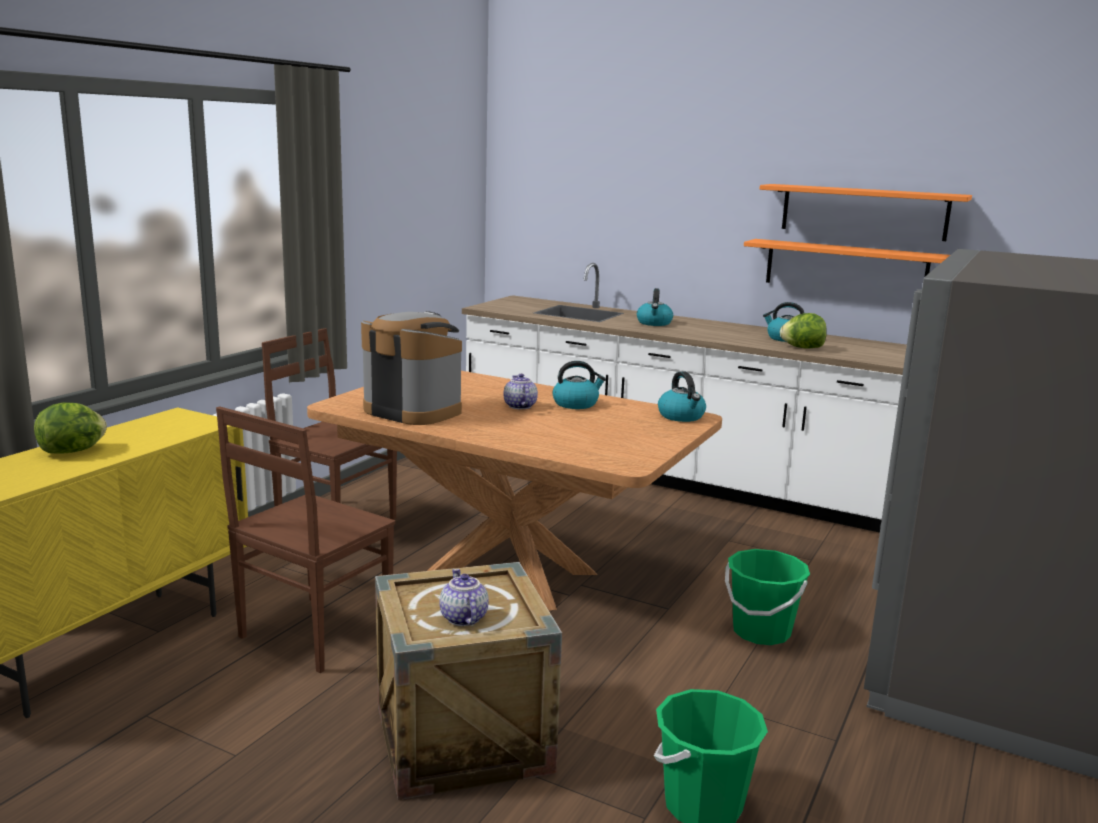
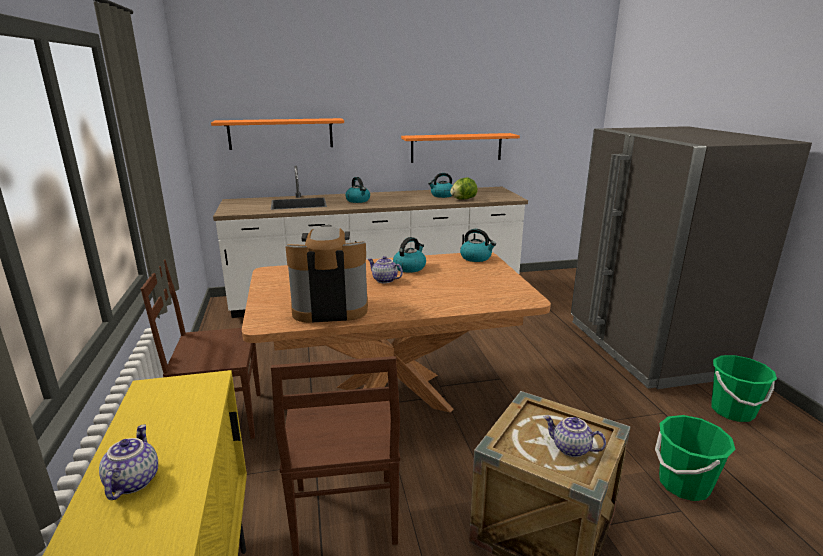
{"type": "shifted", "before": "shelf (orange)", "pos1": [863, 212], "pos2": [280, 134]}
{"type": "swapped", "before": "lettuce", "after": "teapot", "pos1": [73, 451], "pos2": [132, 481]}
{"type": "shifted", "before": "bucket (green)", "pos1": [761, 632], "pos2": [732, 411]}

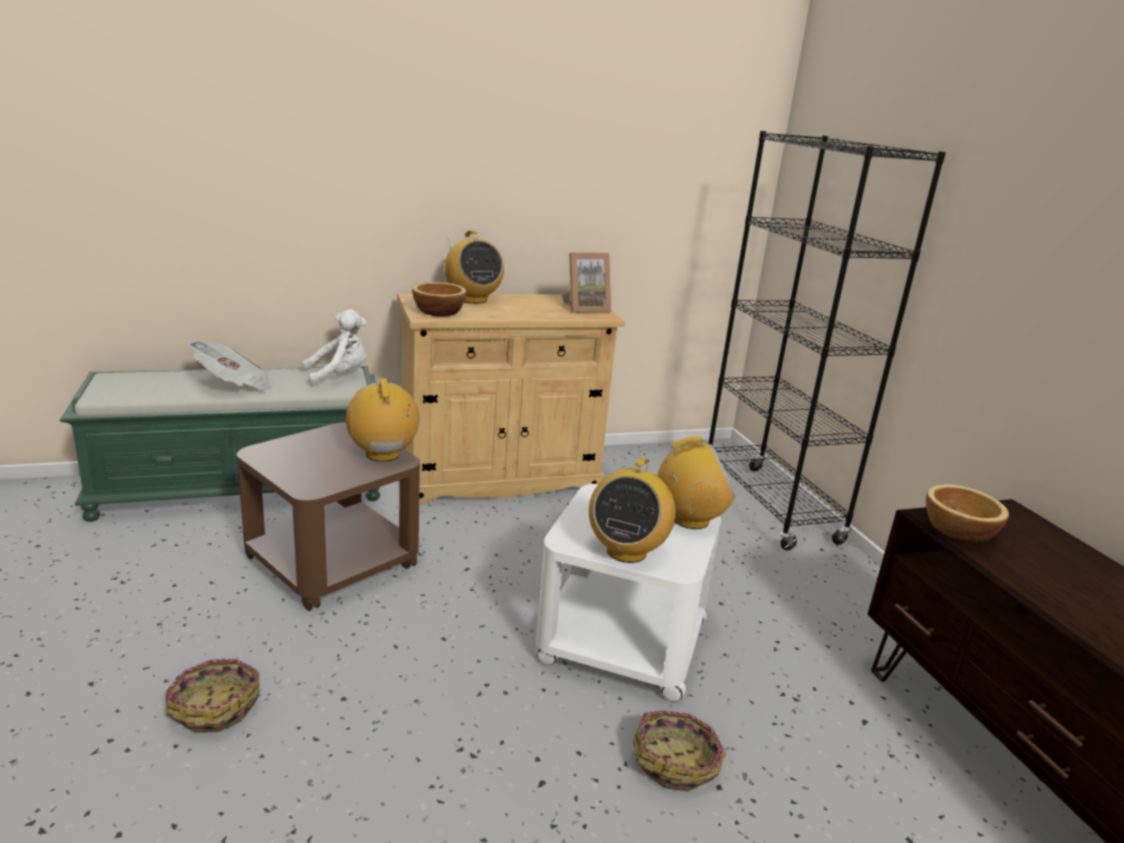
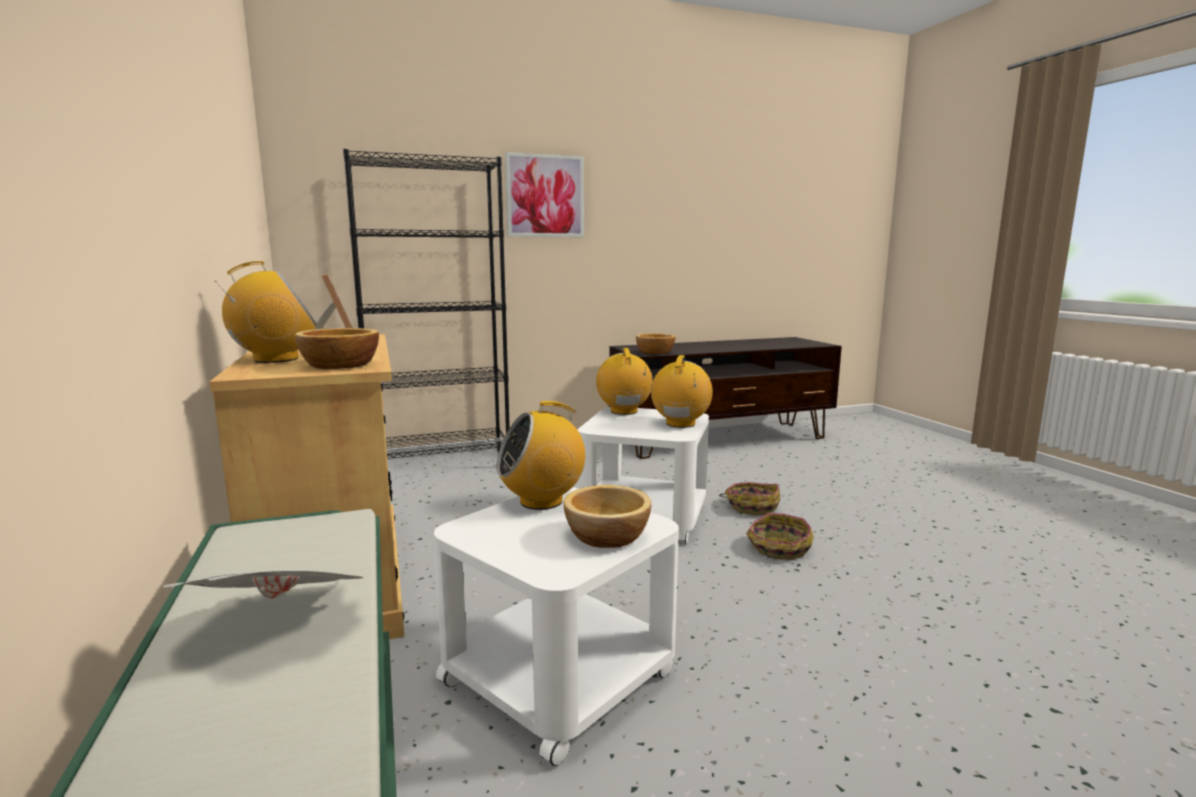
{"type": "gone", "before": "plush toy (white)", "pos1": [339, 376]}
{"type": "repainted", "before": "side table (brown)", "after": "side table (white)", "pos1": [333, 563], "pos2": [559, 676]}
{"type": "rotated", "before": "radio", "pos1": [626, 551], "pos2": [680, 424], "turn": -90}
{"type": "shifted", "before": "basket", "pos1": [215, 706], "pos2": [778, 548]}
{"type": "new", "after": "picture", "pos2": [545, 196]}
{"type": "new", "after": "bowl", "pos2": [608, 536]}

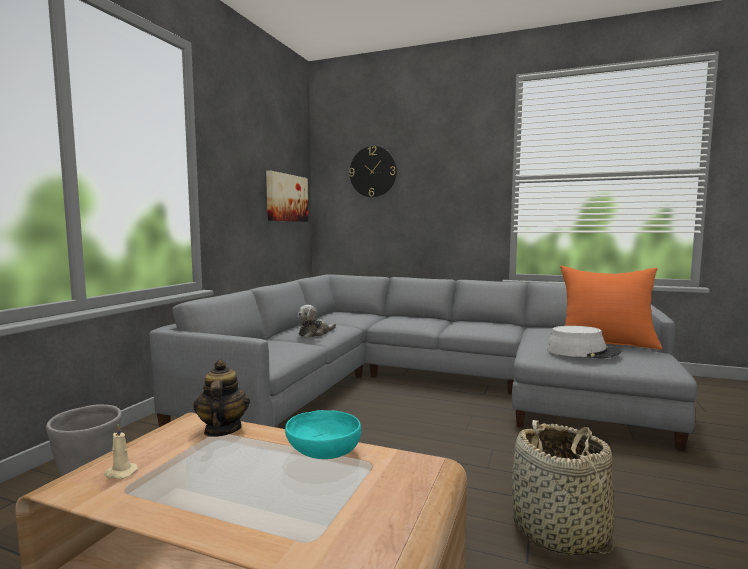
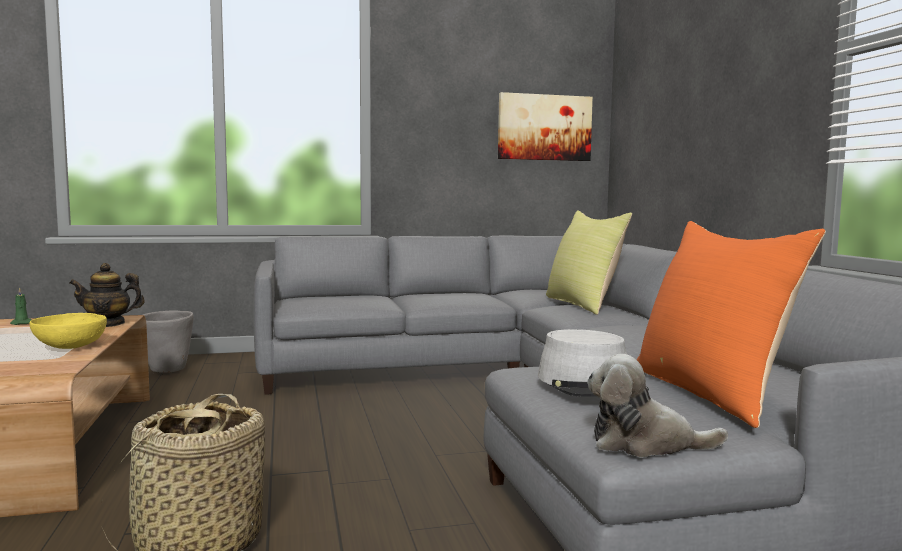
{"type": "gone", "before": "wall clock", "pos1": [373, 172]}
{"type": "shifted", "before": "plush toy", "pos1": [315, 333], "pos2": [644, 444]}
{"type": "rotated", "before": "teapot", "pos1": [222, 430], "pos2": [108, 324], "turn": -150}
{"type": "repainted", "before": "bowl (turquoise)", "after": "bowl (yellow)", "pos1": [322, 454], "pos2": [70, 346]}
{"type": "repainted", "before": "candle (beige)", "after": "candle (green)", "pos1": [120, 473], "pos2": [22, 323]}
{"type": "new", "after": "pillow (yellow)", "pos2": [584, 305]}

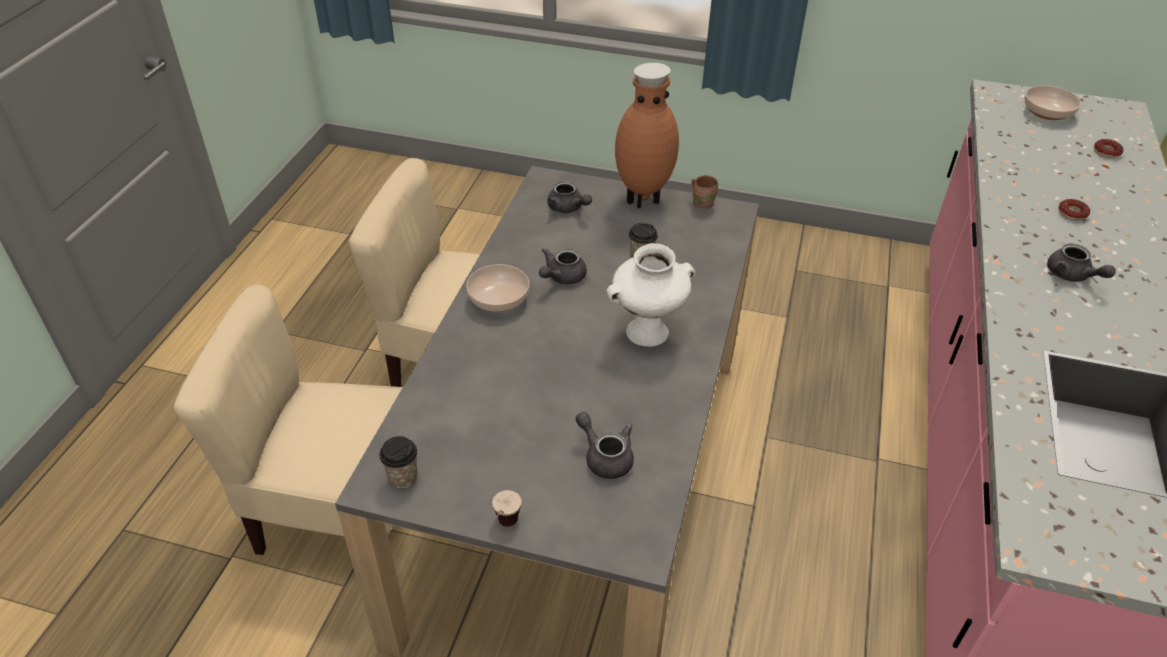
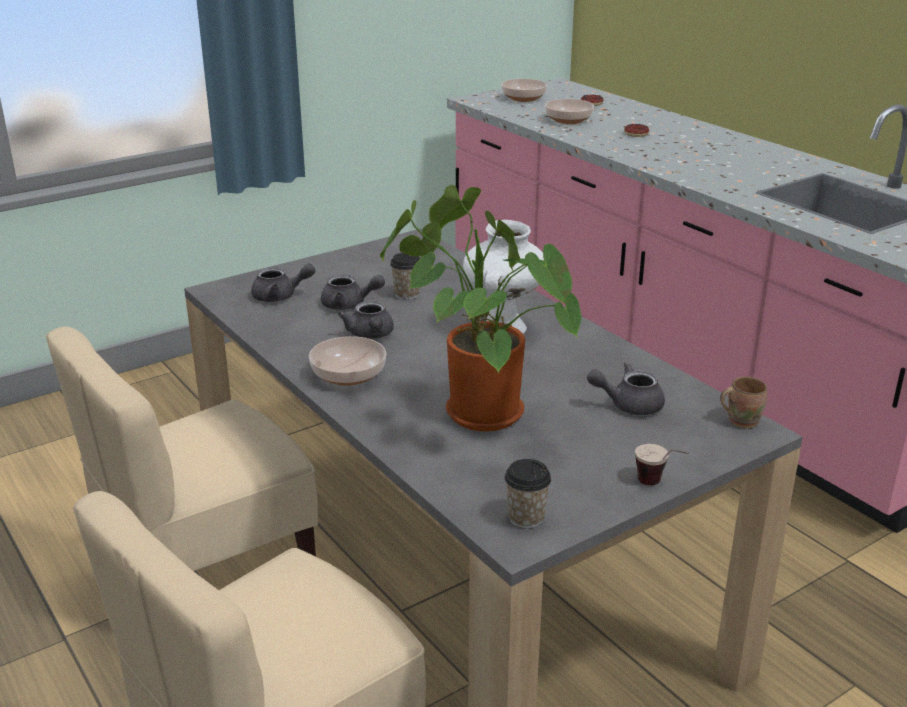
{"type": "gone", "before": "vase (brown)", "pos1": [642, 198]}
{"type": "shifted", "before": "mug (brown)", "pos1": [702, 203], "pos2": [741, 420]}
{"type": "shifted", "before": "teapot (grey)", "pos1": [1072, 276], "pos2": [349, 305]}
{"type": "new", "after": "bowl", "pos2": [569, 120]}
{"type": "new", "after": "potted plant", "pos2": [475, 412]}

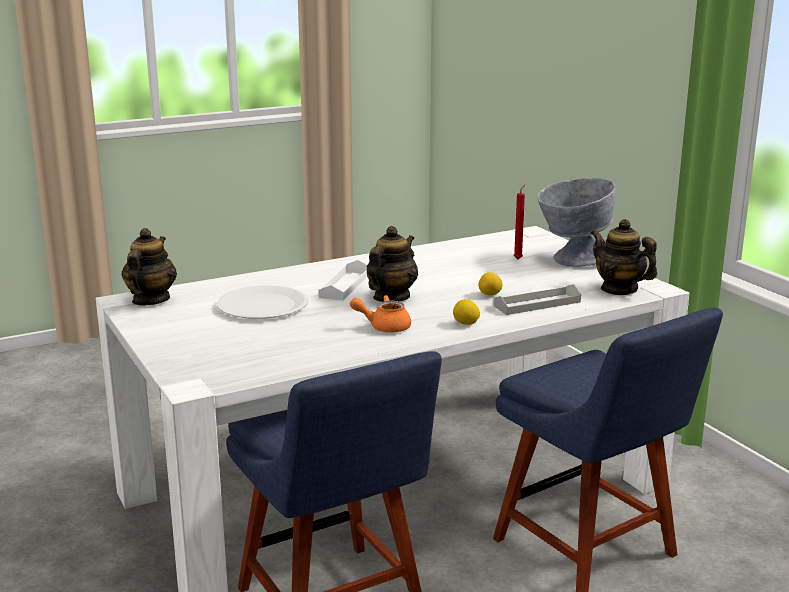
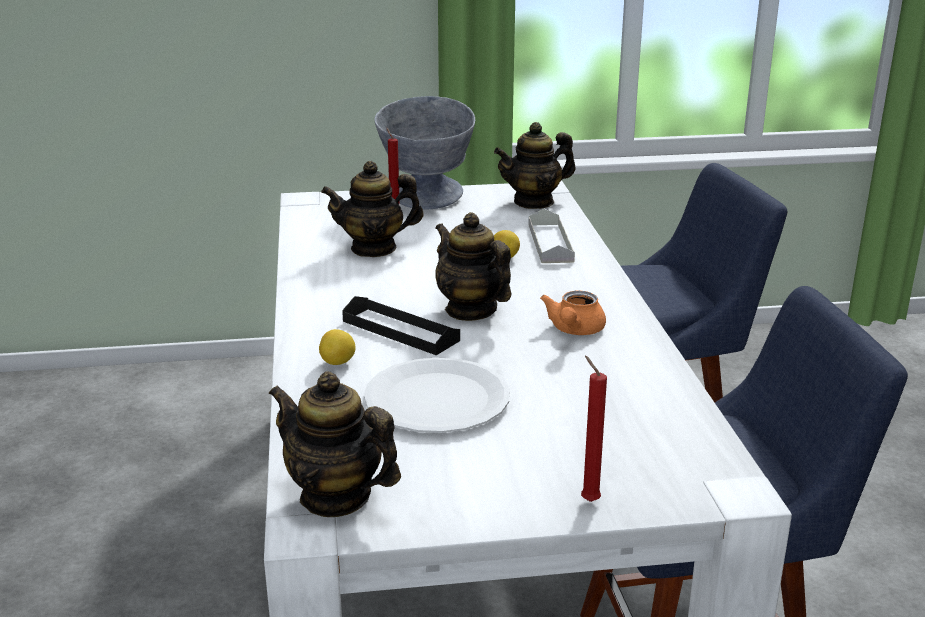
{"type": "repainted", "before": "tray (white)", "after": "tray (black)", "pos1": [345, 285], "pos2": [400, 331]}
{"type": "shifted", "before": "lemon", "pos1": [466, 324], "pos2": [338, 363]}
{"type": "new", "after": "teapot", "pos2": [374, 248]}
{"type": "new", "after": "candle (red)", "pos2": [588, 500]}

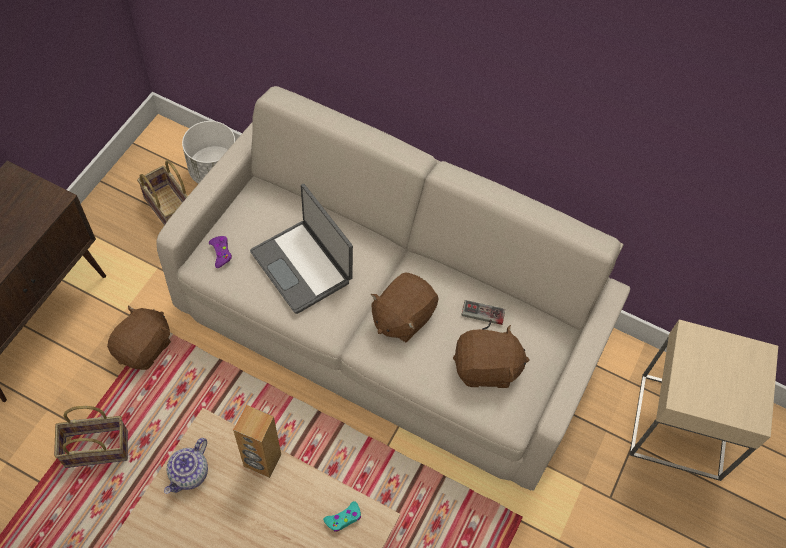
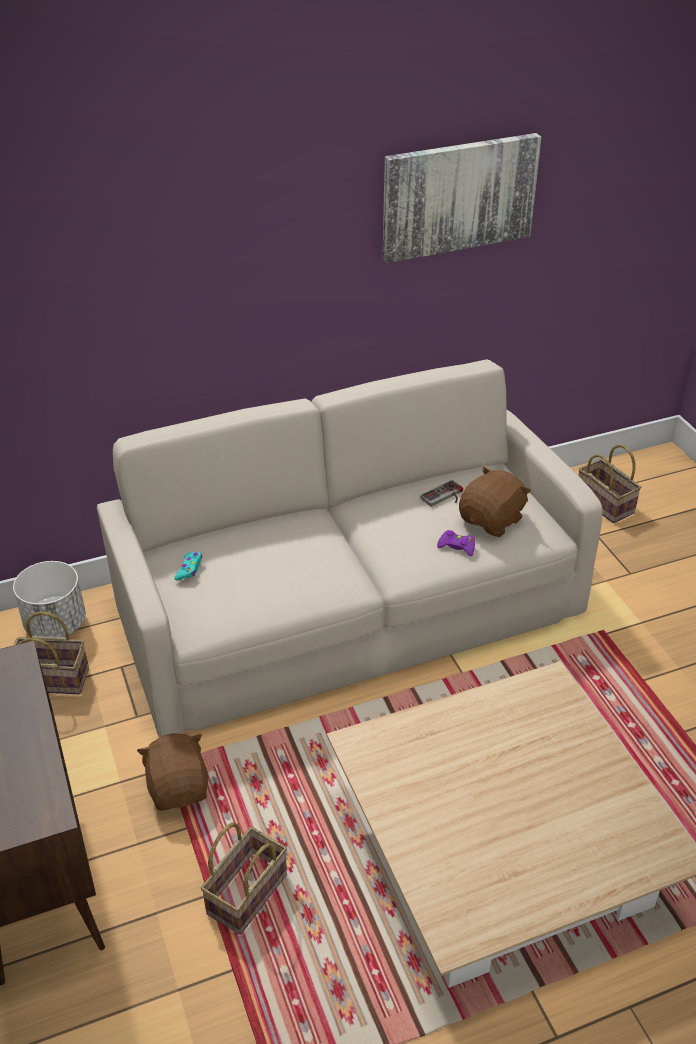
{"type": "gone", "before": "laptop", "pos1": [303, 266]}
{"type": "shifted", "before": "game controller (purple)", "pos1": [221, 253], "pos2": [457, 546]}
{"type": "gone", "before": "plush toy (brown)", "pos1": [402, 317]}
{"type": "swapped", "before": "side table (beige)", "after": "basket", "pos1": [680, 426], "pos2": [606, 504]}
{"type": "gone", "before": "speaker (brown)", "pos1": [262, 461]}
{"type": "gone", "before": "teapot", "pos1": [189, 474]}
{"type": "shifted", "before": "game controller (turquoise)", "pos1": [343, 518], "pos2": [189, 569]}
{"type": "new", "after": "picture", "pos2": [458, 196]}

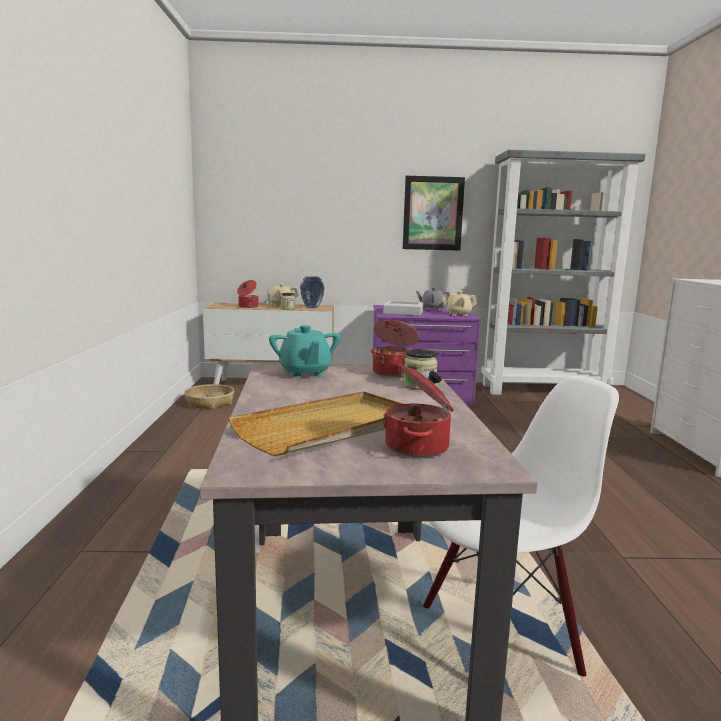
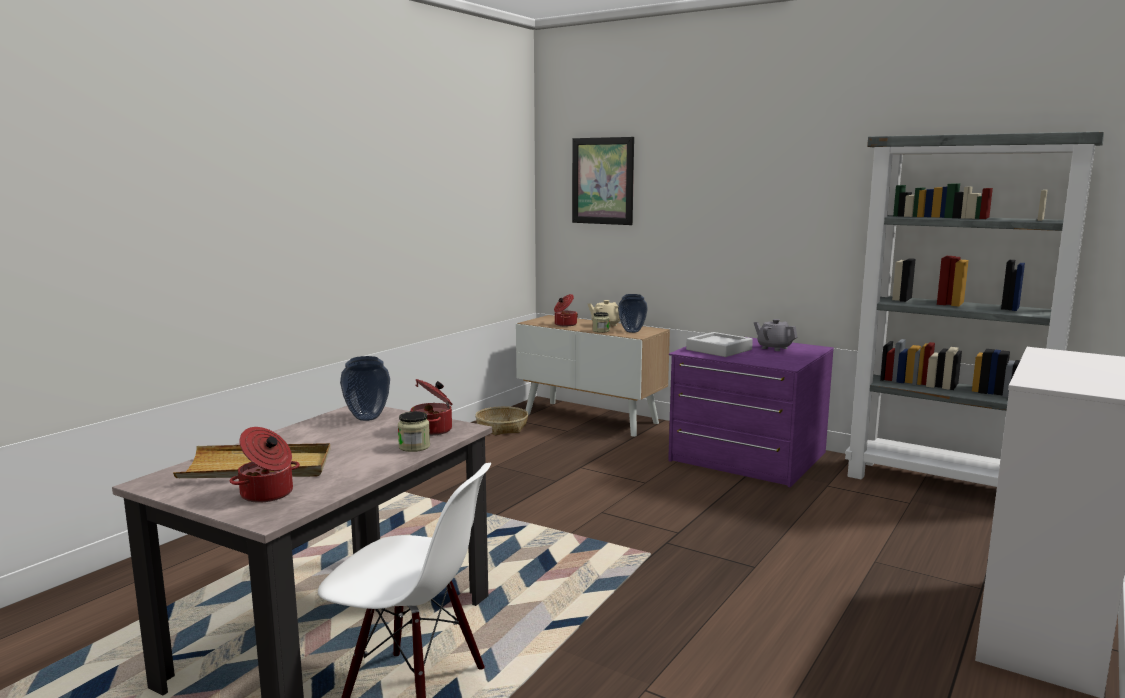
{"type": "shifted", "before": "picture", "pos1": [433, 213], "pos2": [602, 181]}
{"type": "gone", "before": "teapot (beige)", "pos1": [457, 314]}
{"type": "swapped", "before": "teapot (turquoise)", "after": "vase", "pos1": [305, 373], "pos2": [367, 417]}

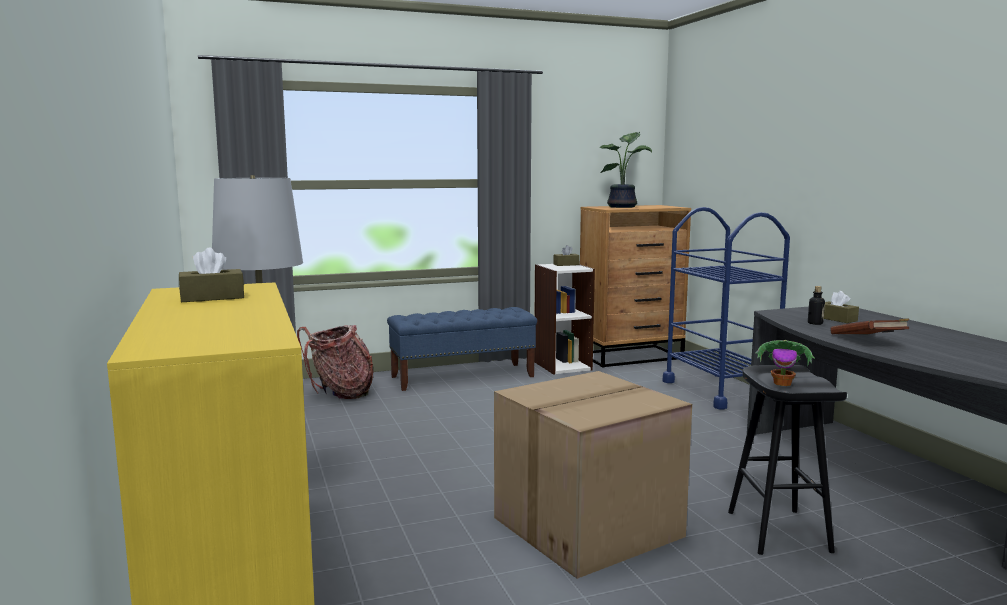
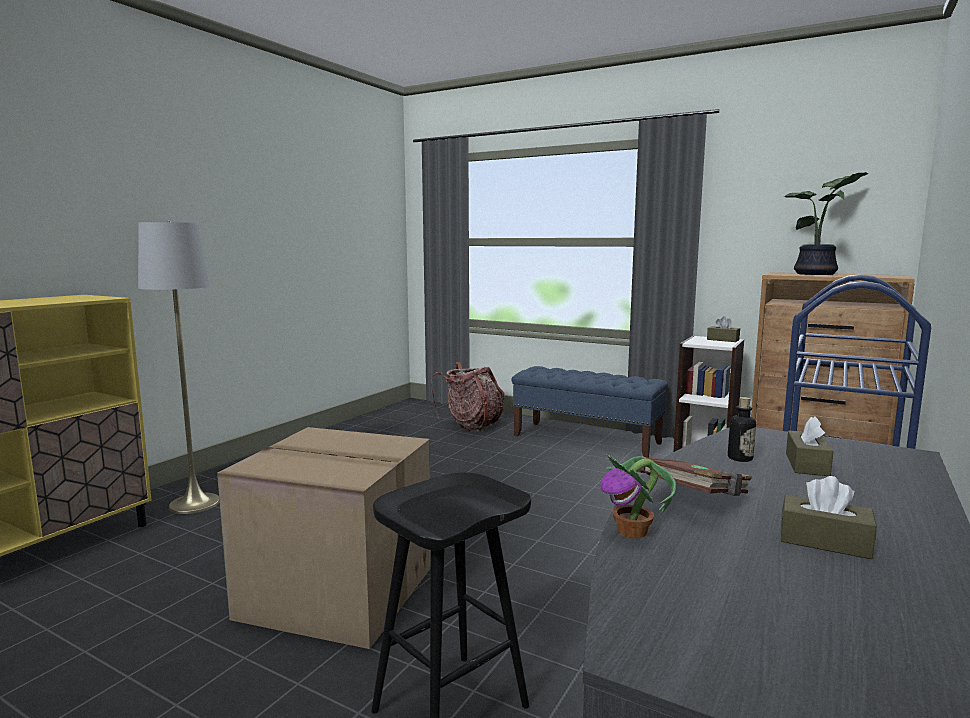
{"type": "shifted", "before": "tissue box (brown)", "pos1": [212, 297], "pos2": [824, 541]}
{"type": "shifted", "before": "potted plant", "pos1": [783, 383], "pos2": [633, 532]}

